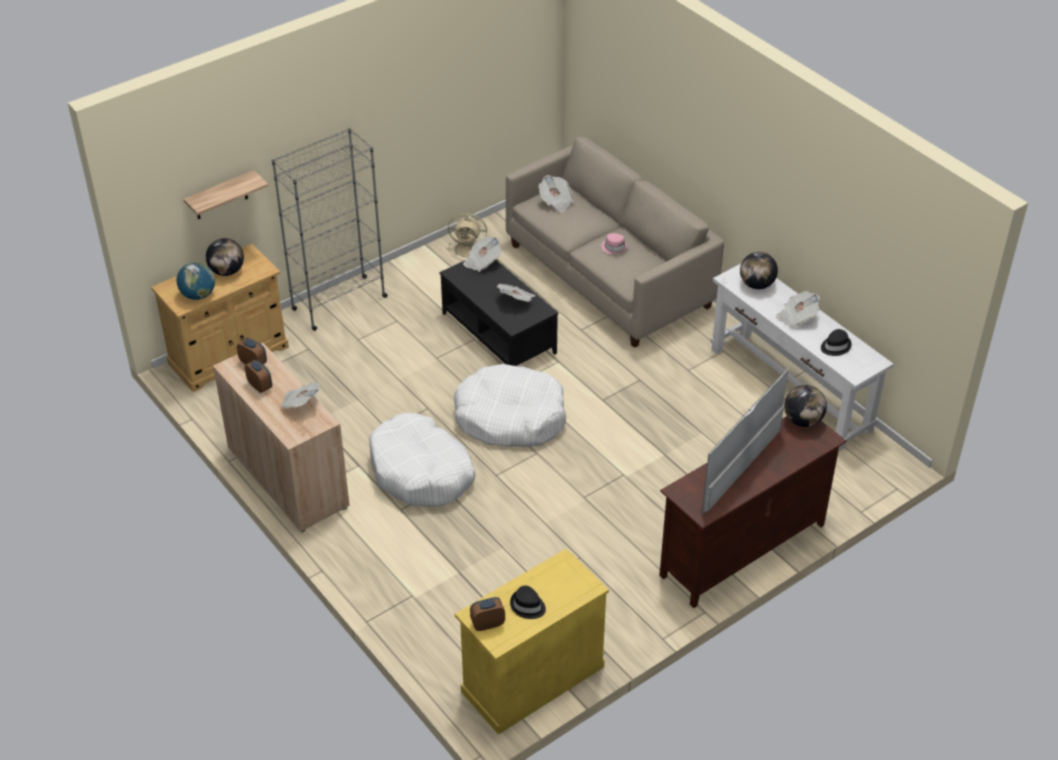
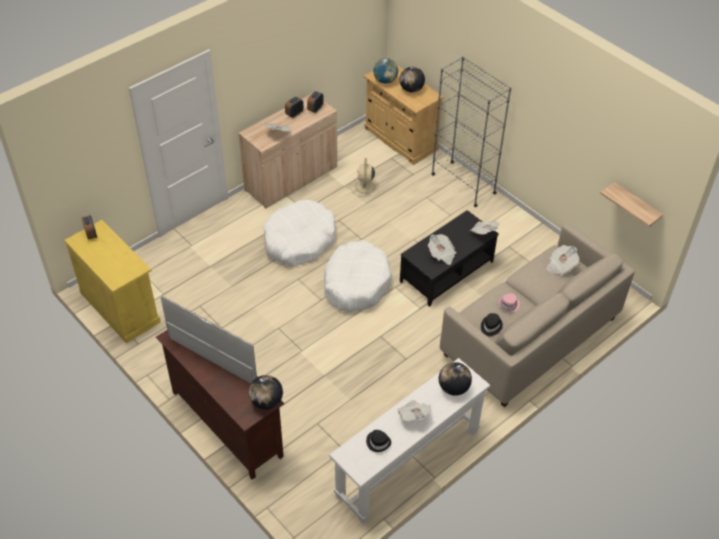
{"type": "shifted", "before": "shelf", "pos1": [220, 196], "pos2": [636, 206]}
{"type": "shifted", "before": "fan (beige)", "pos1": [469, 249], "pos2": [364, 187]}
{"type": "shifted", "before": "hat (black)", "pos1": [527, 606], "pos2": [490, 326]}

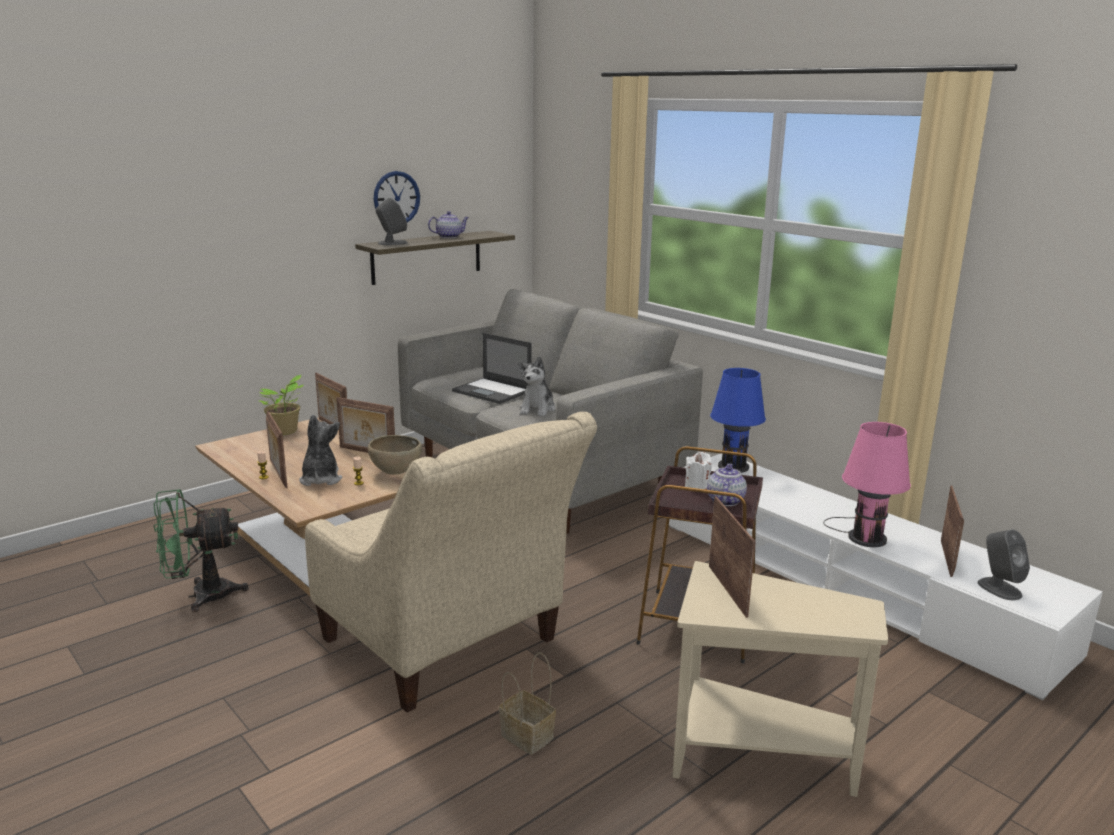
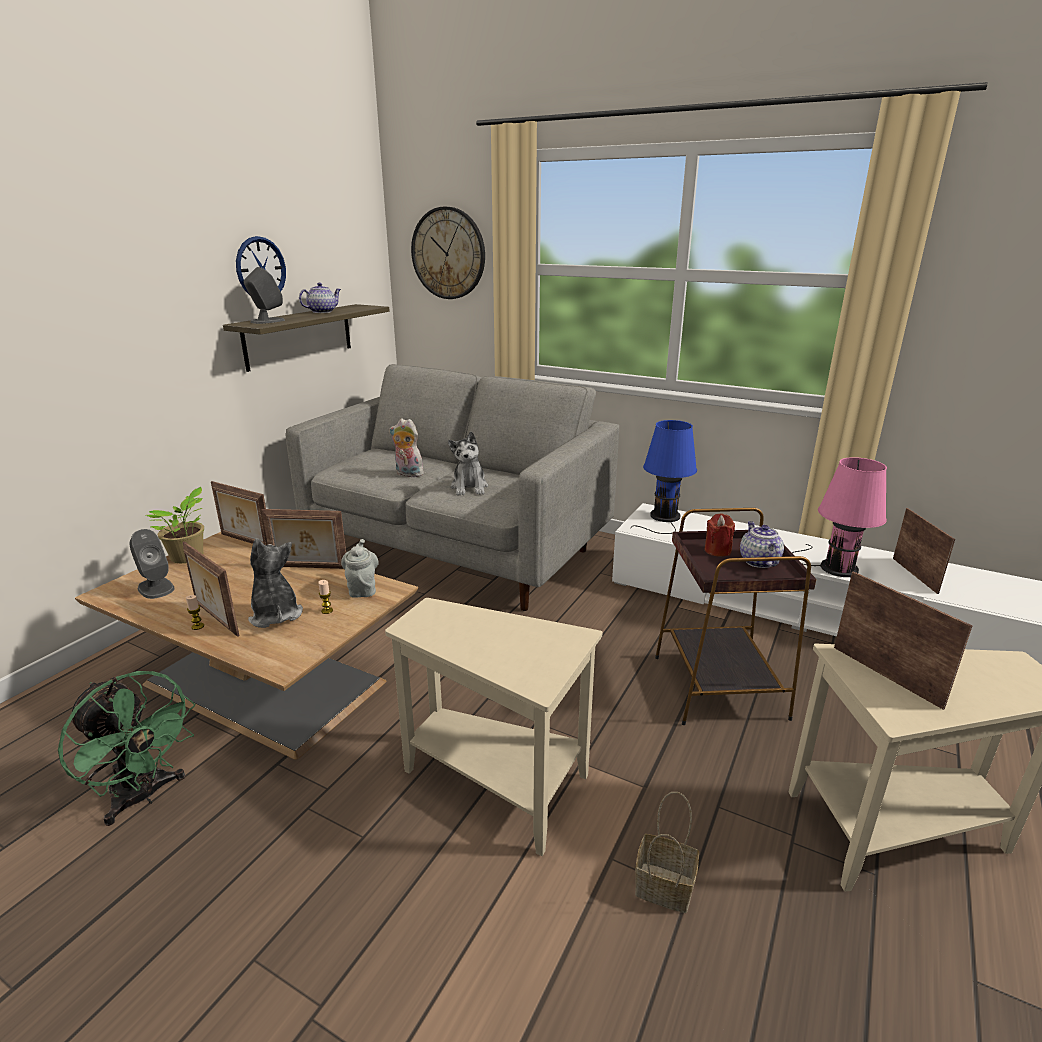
{"type": "swapped", "before": "laptop", "after": "plush toy", "pos1": [493, 391], "pos2": [407, 474]}
{"type": "swapped", "before": "armchair (beige)", "after": "side table (beige)", "pos1": [449, 647], "pos2": [498, 785]}
{"type": "swapped", "before": "bowl (brown)", "after": "teapot (grey)", "pos1": [395, 473], "pos2": [362, 588]}
{"type": "repainted", "before": "candle (white)", "after": "candle (red)", "pos1": [697, 487], "pos2": [717, 550]}
{"type": "rotated", "before": "fan (green)", "pos1": [201, 596], "pos2": [144, 796], "turn": -105}
{"type": "shifted", "before": "speaker (grey)", "pos1": [999, 588], "pos2": [155, 588]}
{"type": "new", "after": "wall clock", "pos2": [448, 253]}

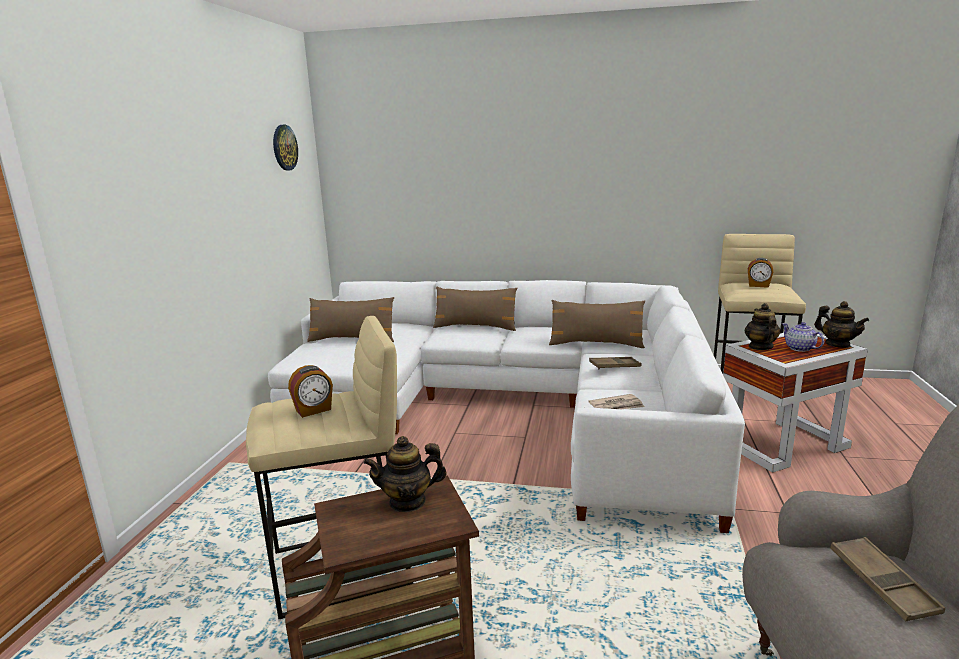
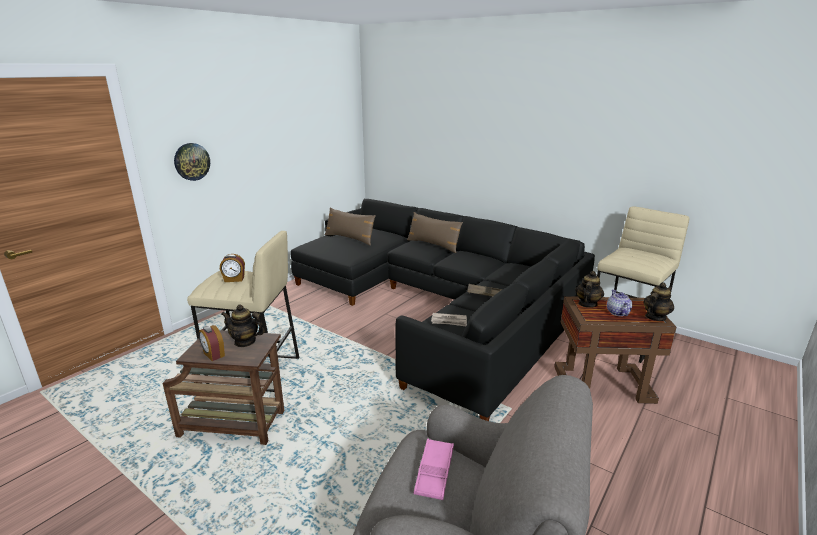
{"type": "shifted", "before": "wall clock", "pos1": [284, 147], "pos2": [191, 161]}
{"type": "shifted", "before": "alarm clock", "pos1": [758, 285], "pos2": [213, 355]}
{"type": "repainted", "before": "sofa (white)", "after": "sofa (black)", "pos1": [512, 406], "pos2": [437, 305]}
{"type": "gone", "before": "pillow (brown)", "pos1": [596, 344]}
{"type": "rotated", "before": "teapot", "pos1": [837, 345], "pos2": [655, 317], "turn": -120}
{"type": "repainted", "before": "side table (white)", "after": "side table (brown)", "pos1": [781, 444], "pos2": [601, 384]}
{"type": "repainted", "before": "tray (brown)", "after": "tray (pink)", "pos1": [882, 583], "pos2": [434, 472]}

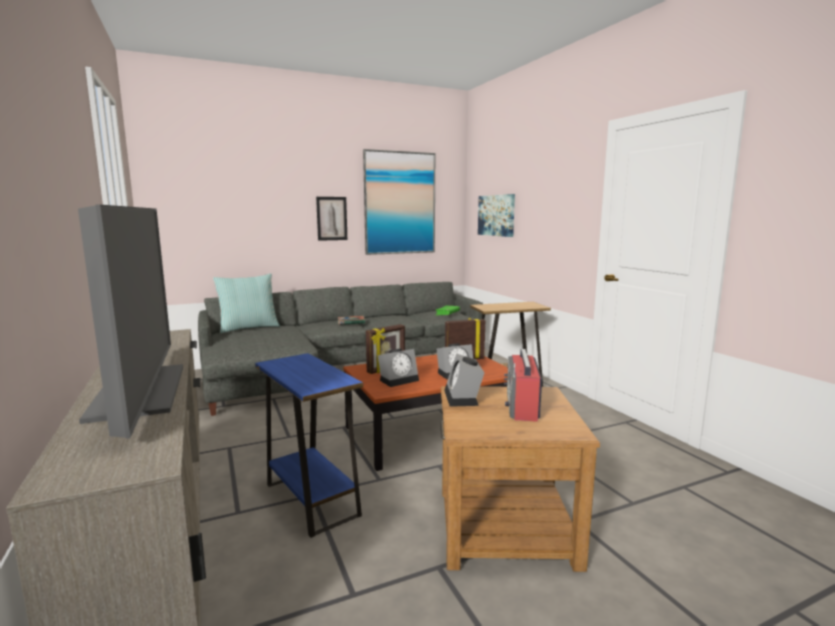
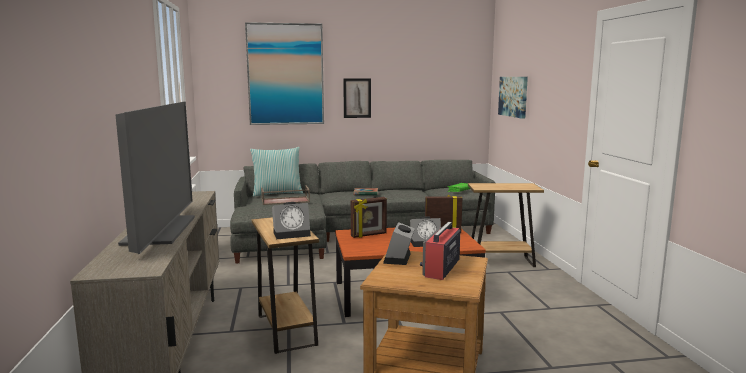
{"type": "shifted", "before": "picture", "pos1": [400, 203], "pos2": [285, 74]}
{"type": "shifted", "before": "alarm clock", "pos1": [399, 379], "pos2": [292, 234]}
{"type": "repainted", "before": "side table (blue)", "after": "side table (brown)", "pos1": [312, 499], "pos2": [286, 330]}
{"type": "new", "after": "tray (brown)", "pos2": [285, 201]}

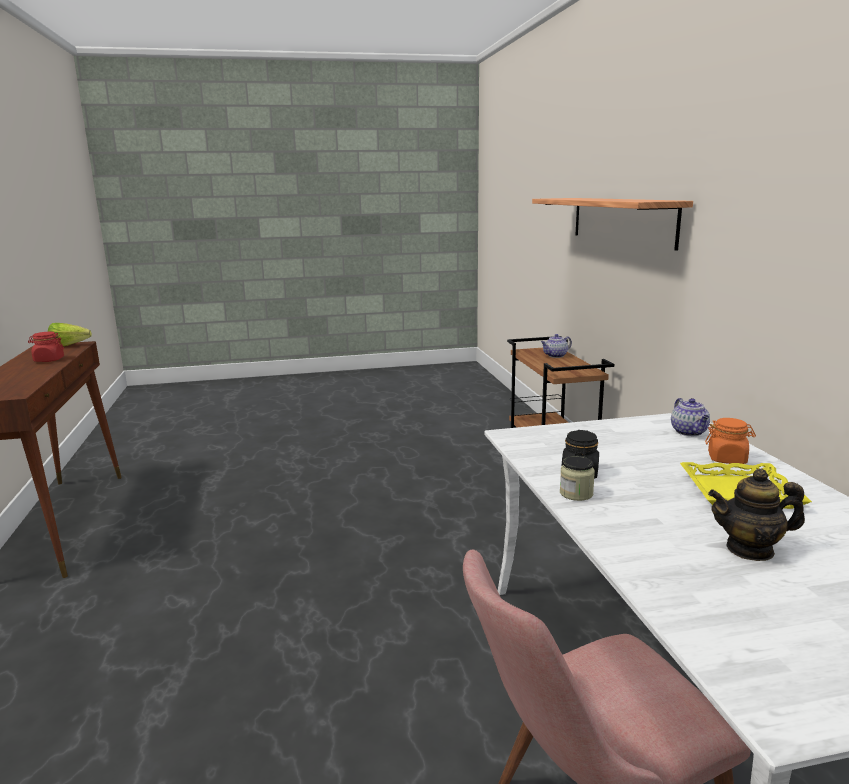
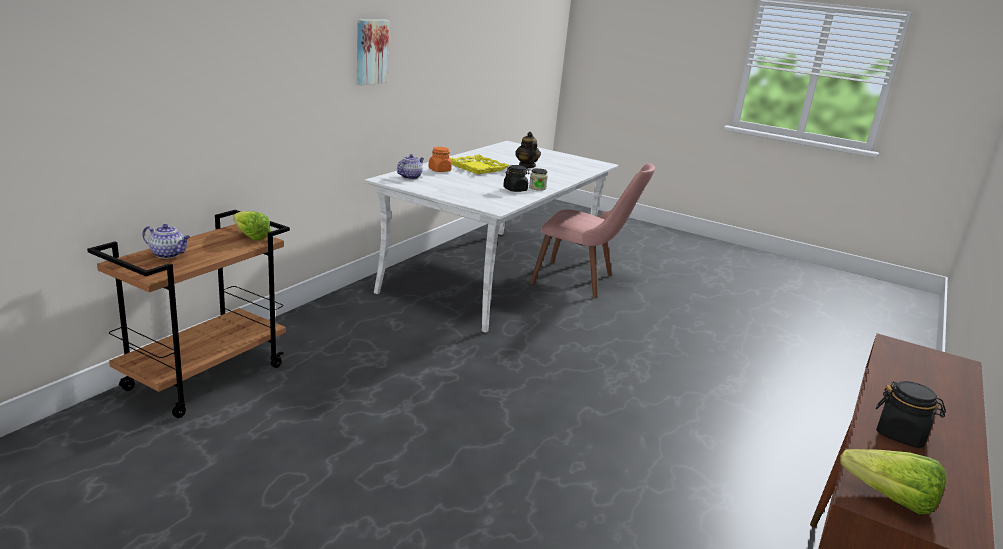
{"type": "gone", "before": "shelf", "pos1": [621, 220]}
{"type": "repainted", "before": "jar (red)", "after": "jar (black)", "pos1": [49, 360], "pos2": [901, 435]}
{"type": "rotated", "before": "teapot", "pos1": [750, 549], "pos2": [526, 166], "turn": -150}
{"type": "new", "after": "picture", "pos2": [370, 51]}
{"type": "new", "after": "lettuce", "pos2": [249, 235]}

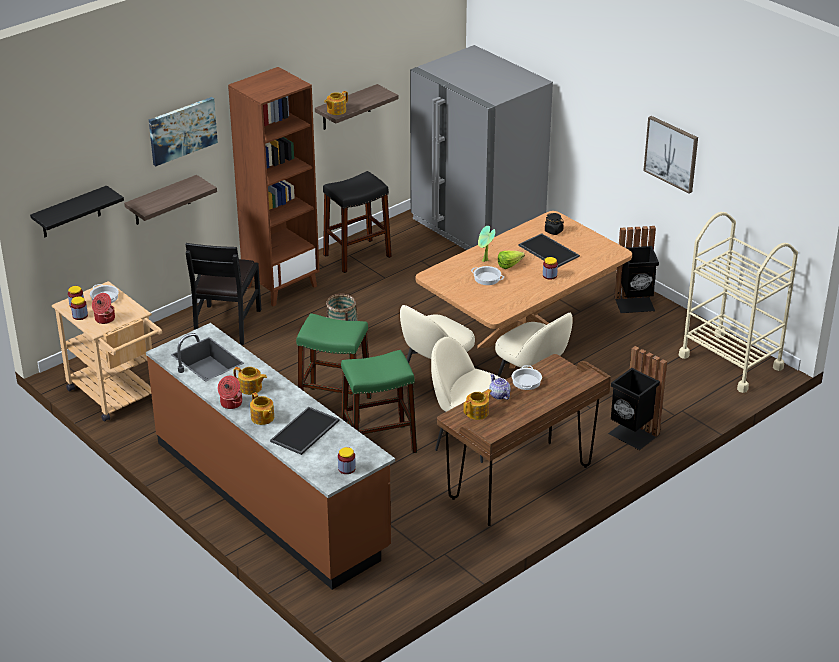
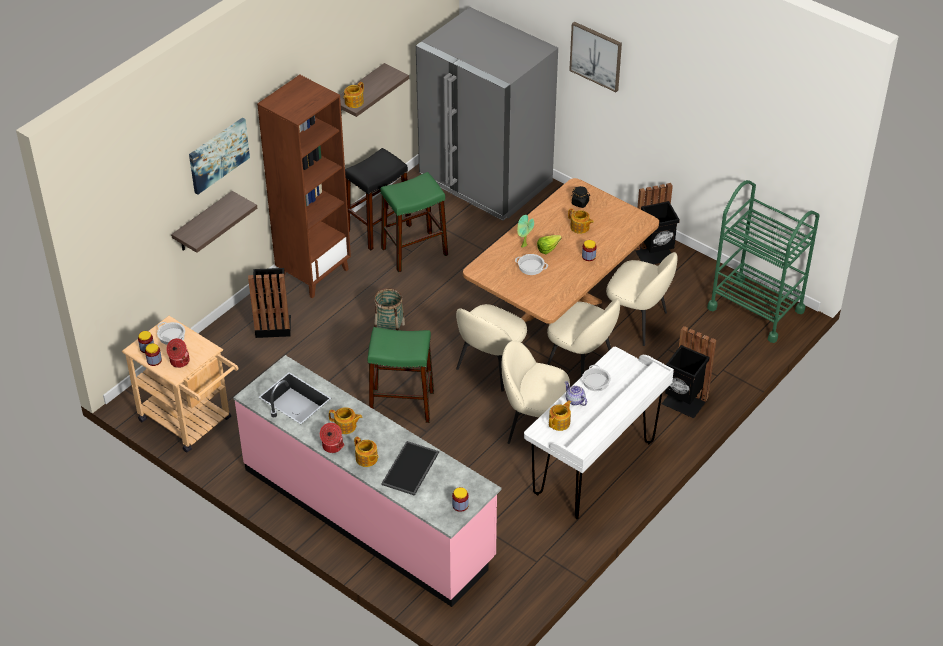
{"type": "shifted", "before": "picture", "pos1": [671, 153], "pos2": [596, 56]}
{"type": "gone", "before": "shelf (black)", "pos1": [70, 212]}
{"type": "repainted", "before": "cart (beige)", "after": "cart (green)", "pos1": [730, 362], "pos2": [756, 309]}
{"type": "swapped", "before": "tray", "after": "teapot", "pos1": [547, 251], "pos2": [580, 227]}
{"type": "swapped", "before": "chair (black)", "after": "trash can (black)", "pos1": [226, 324], "pos2": [273, 324]}
{"type": "repainted", "before": "counter (brown)", "after": "counter (pink)", "pos1": [271, 496], "pos2": [368, 514]}
{"type": "shifted", "before": "stool (green)", "pos1": [378, 444], "pos2": [414, 251]}
{"type": "repainted", "before": "desk (brown)", "after": "desk (white)", "pos1": [520, 483], "pos2": [594, 469]}
{"type": "new", "after": "chair (beige)", "pos2": [637, 322]}

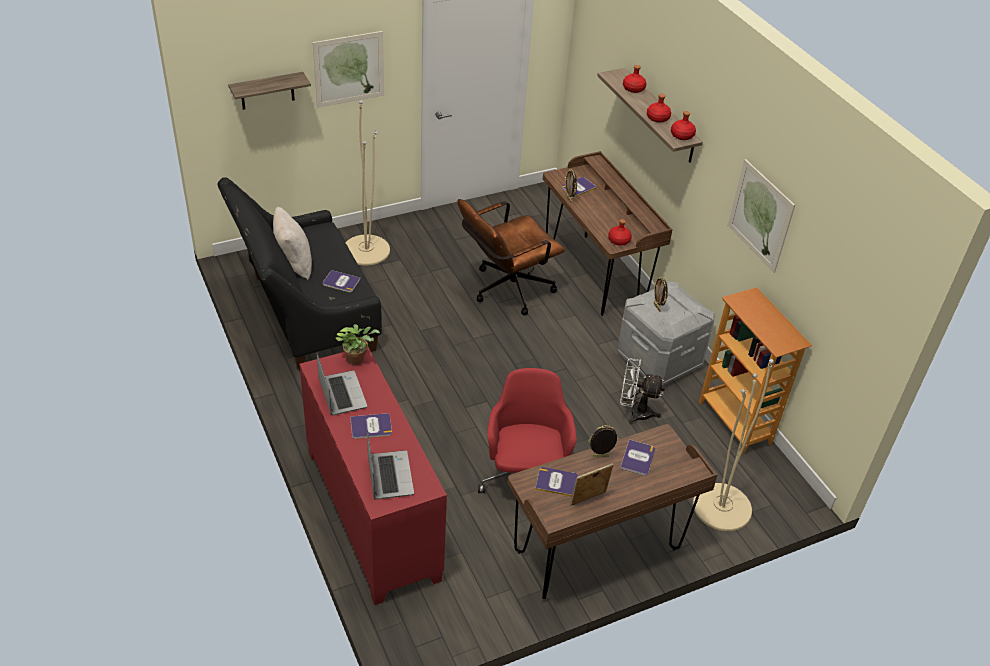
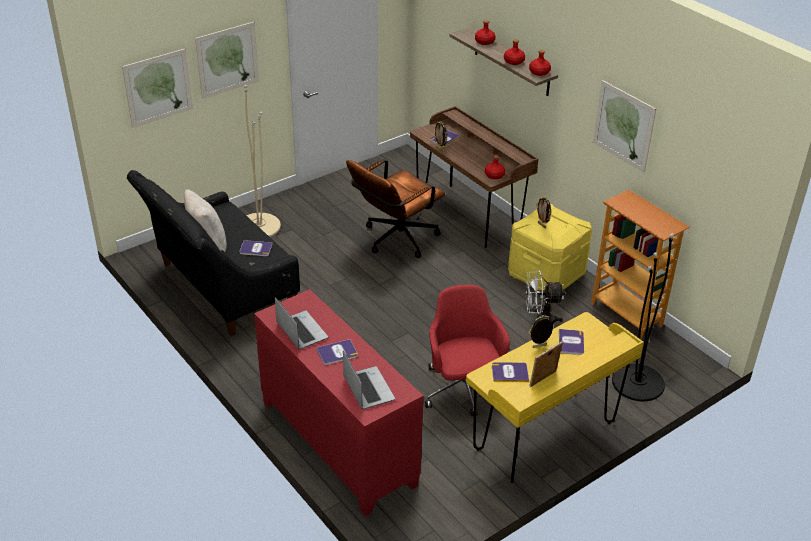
{"type": "swapped", "before": "shelf", "after": "picture", "pos1": [267, 91], "pos2": [158, 88]}
{"type": "repainted", "before": "storage box (grey)", "after": "storage box (yellow)", "pos1": [659, 360], "pos2": [546, 275]}
{"type": "gone", "before": "potted plant", "pos1": [358, 358]}
{"type": "repainted", "before": "floor lamp (beige)", "after": "floor lamp (black)", "pos1": [722, 507], "pos2": [638, 382]}
{"type": "repainted", "before": "desk (brown)", "after": "desk (yellow)", "pos1": [597, 552], "pos2": [545, 437]}

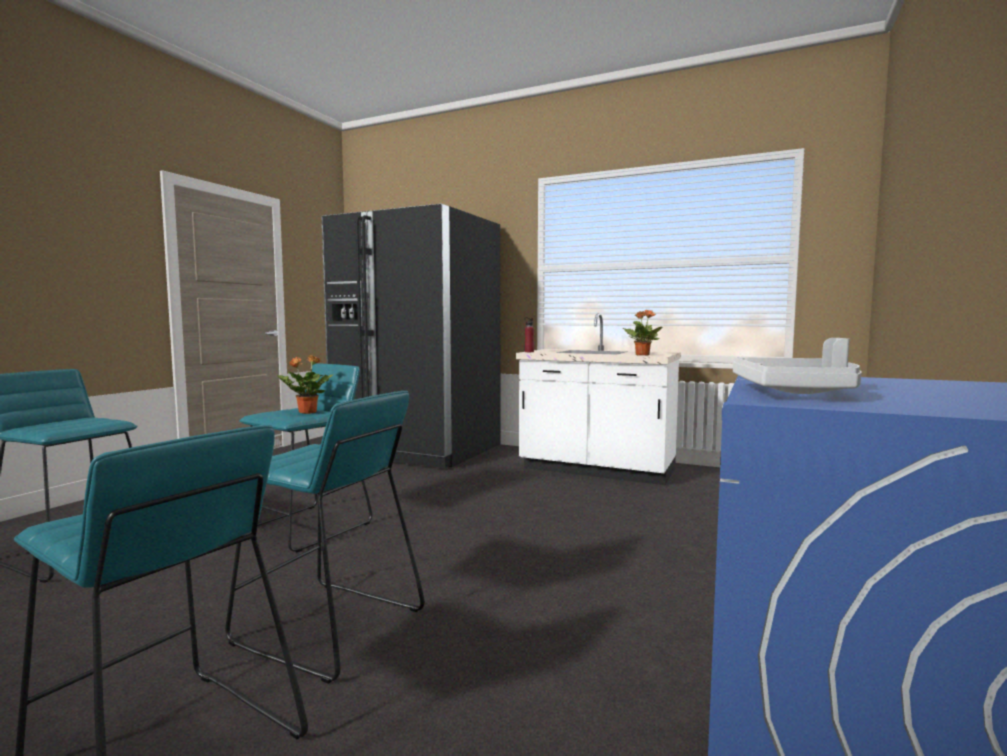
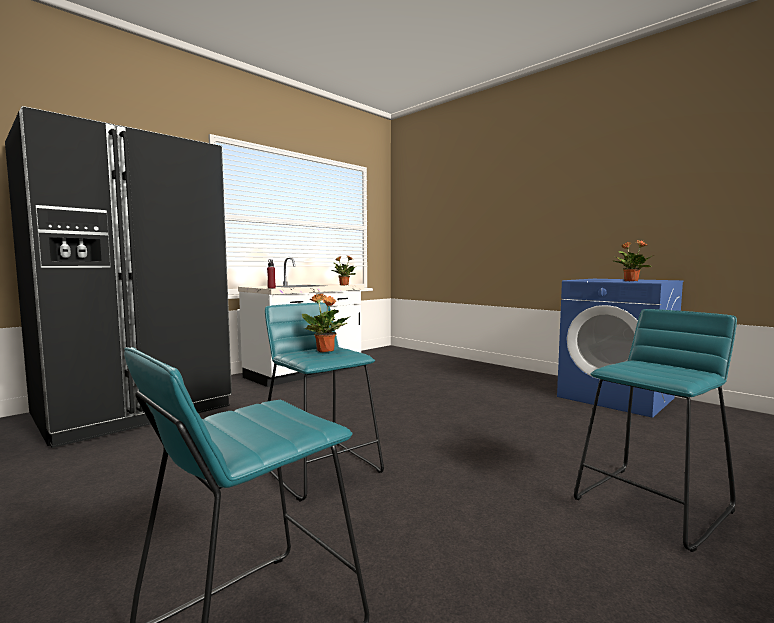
{"type": "swapped", "before": "tray (grey)", "after": "potted plant", "pos1": [796, 392], "pos2": [630, 281]}
{"type": "gone", "before": "stool (turquoise)", "pos1": [328, 627]}

